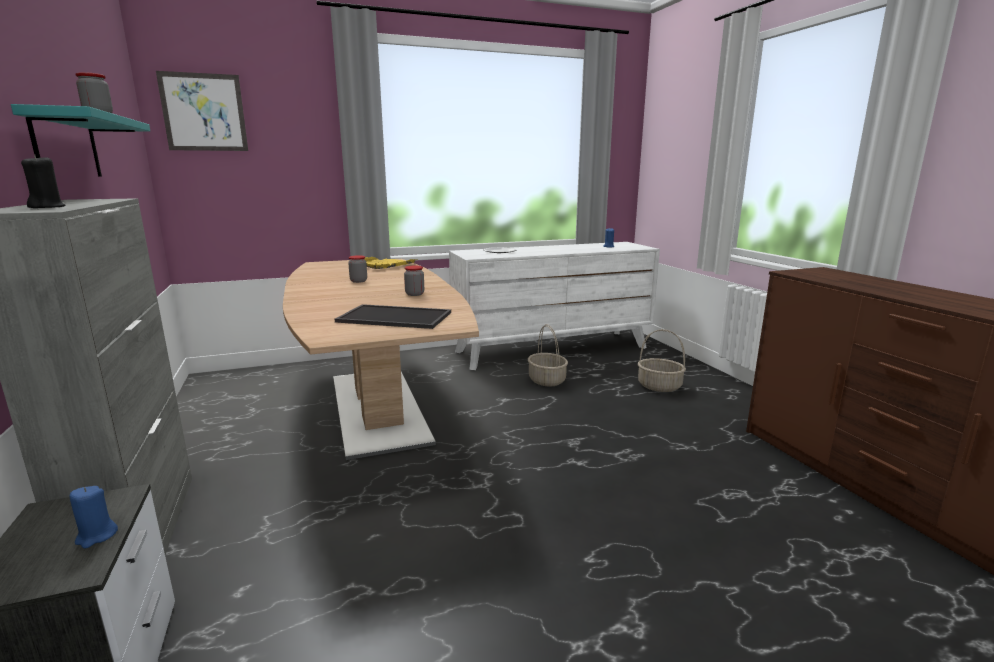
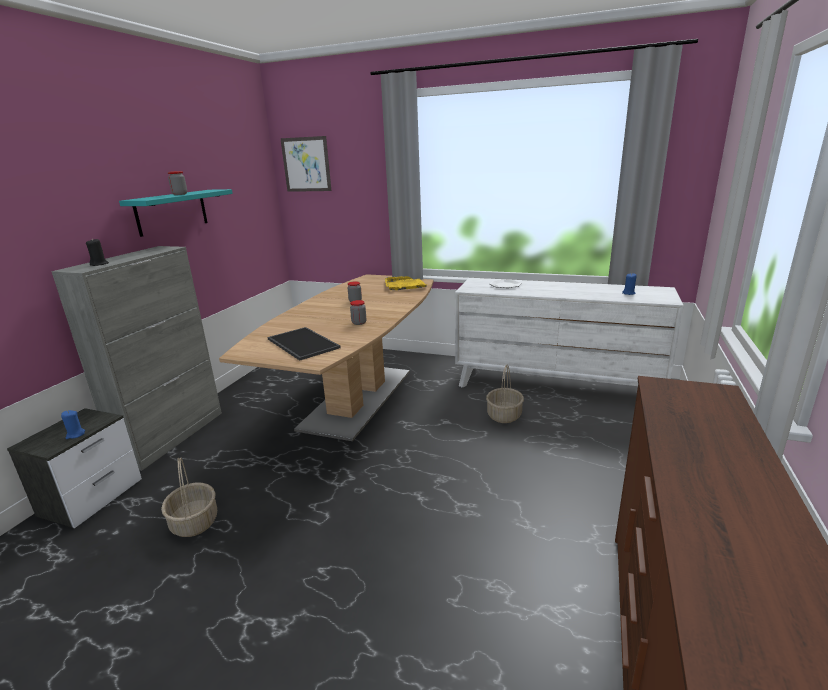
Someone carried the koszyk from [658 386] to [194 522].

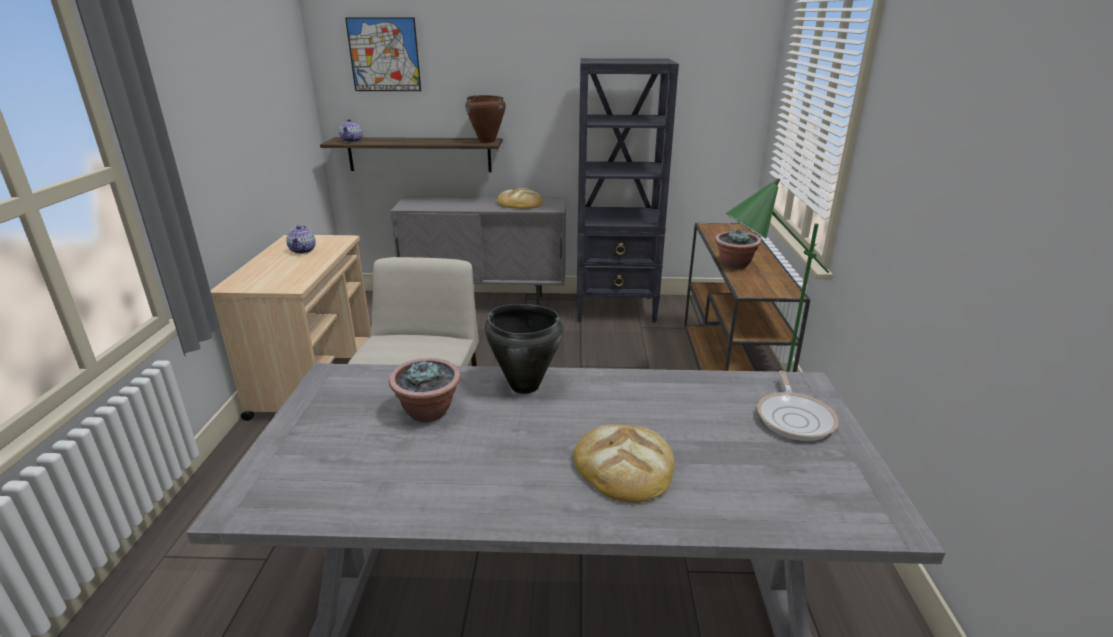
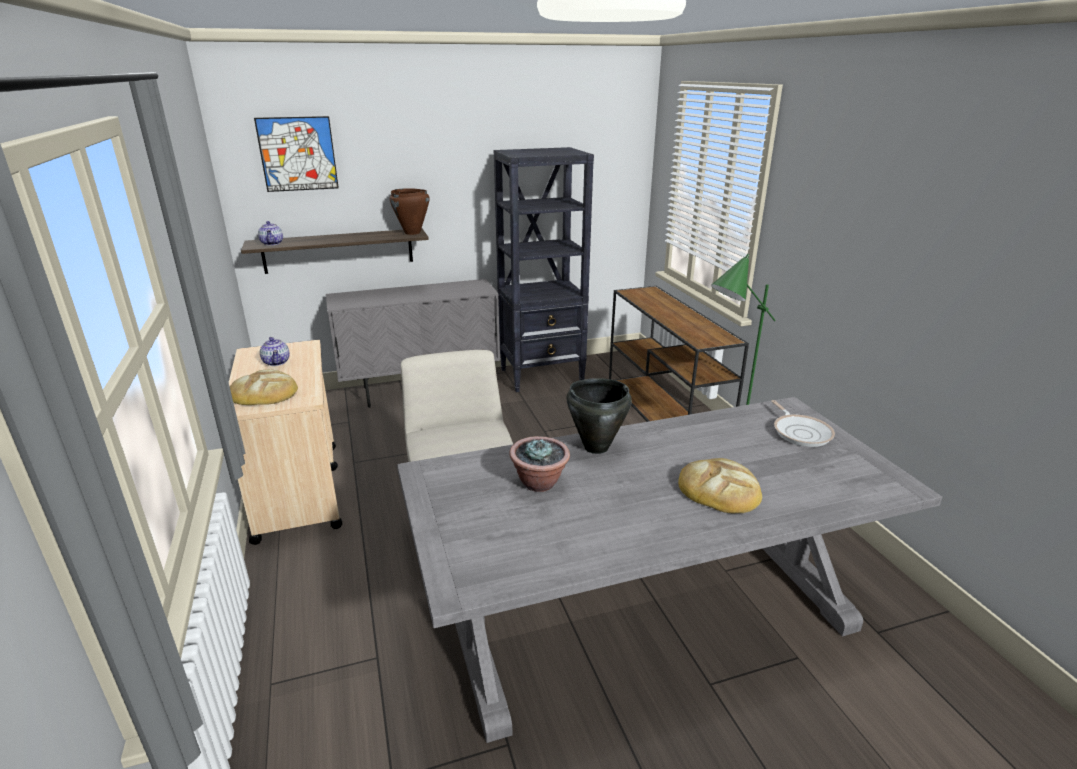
Someone took away the roślina doniczkowa at [734 265].
Someone carried the chleb from [520 203] to [264 392].

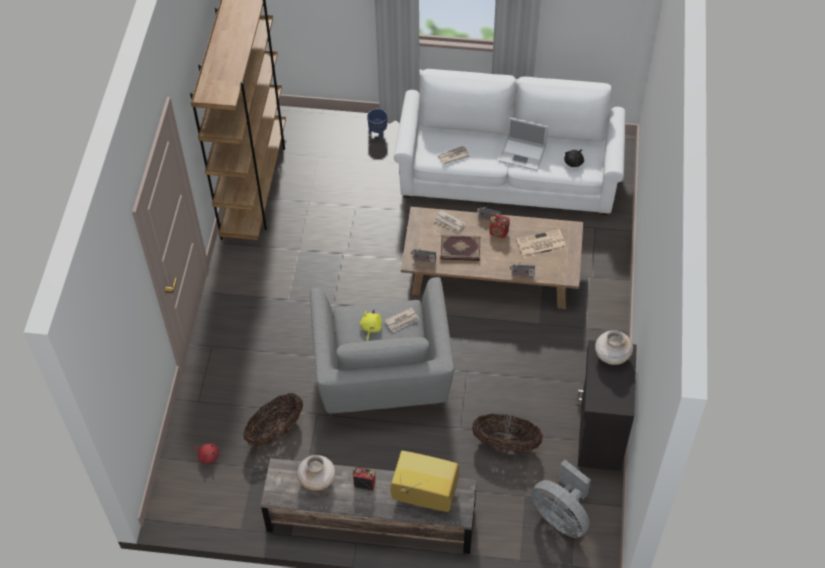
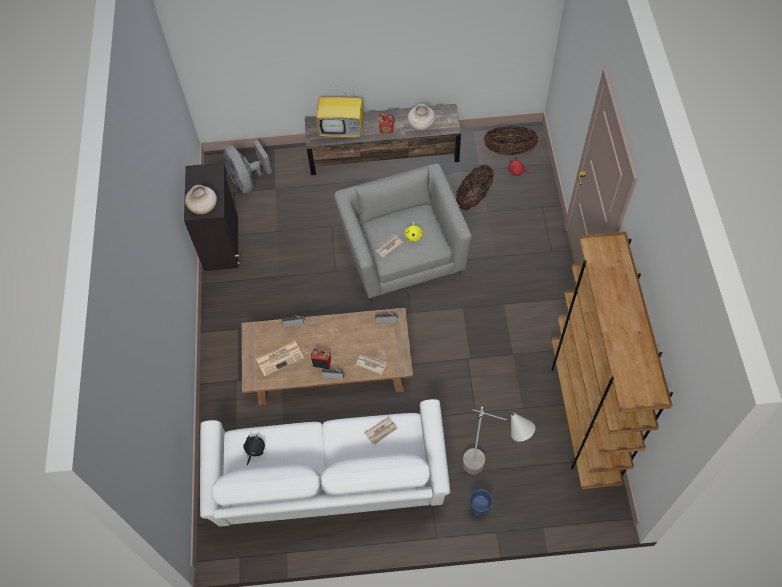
Someone took away the książka at [460 248].
Someone took away the laptop at [523 154].
Someone put down the lampa stojąca [szary] at [489 473].
Someone carried the koszyk from [506 443] to [509 150].
Someone rotated the wentylator [szary] at [561 516] by 150 degrees counterclockwise.

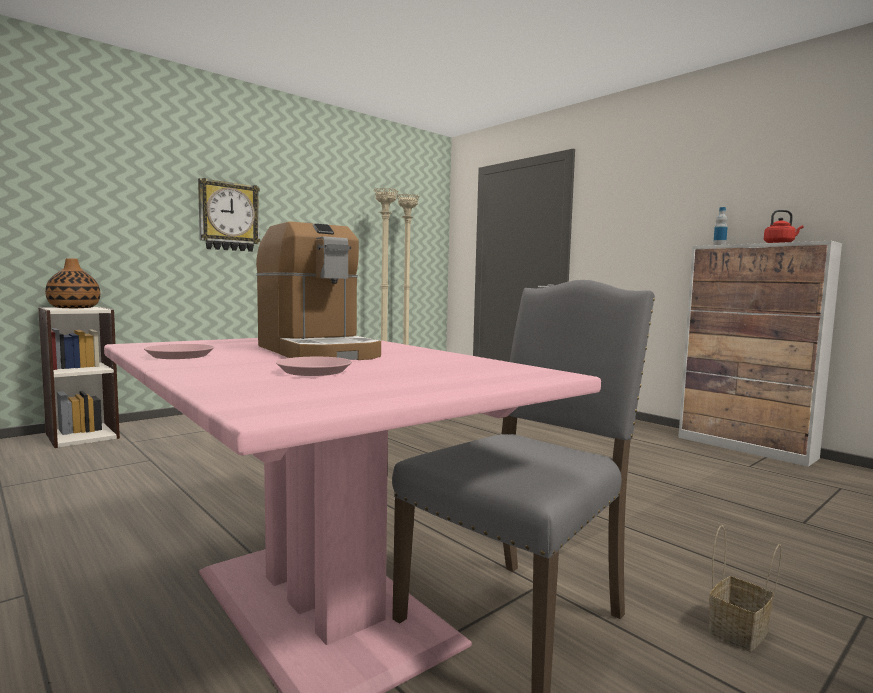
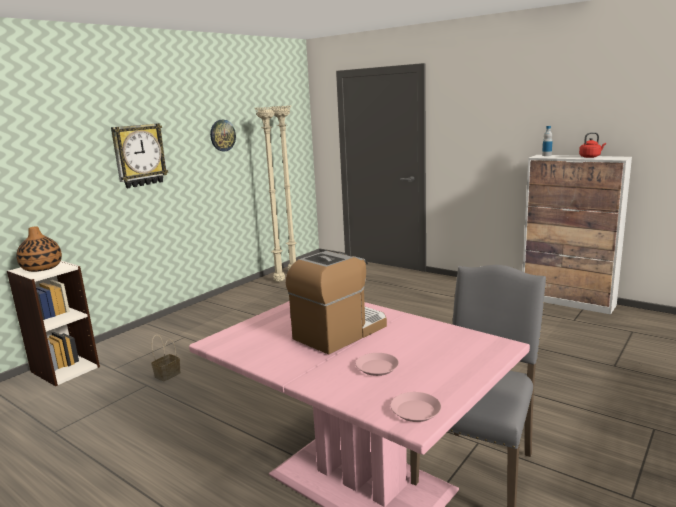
Someone put up the zegar ścienny at [222 135].
Someone carried the talerz [różowy] from [179 356] to [415 411].
Someone carried the koszyk from [739 633] to [167 375].
Someone rotated the ekspres do kawy at [317 351] by 90 degrees counterclockwise.

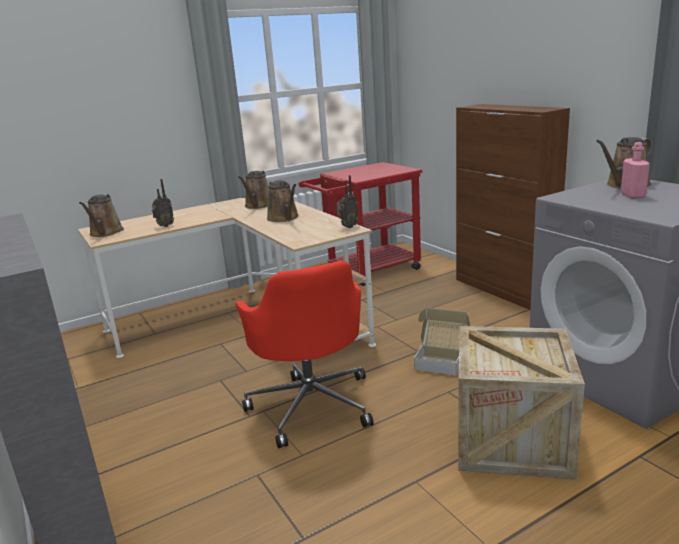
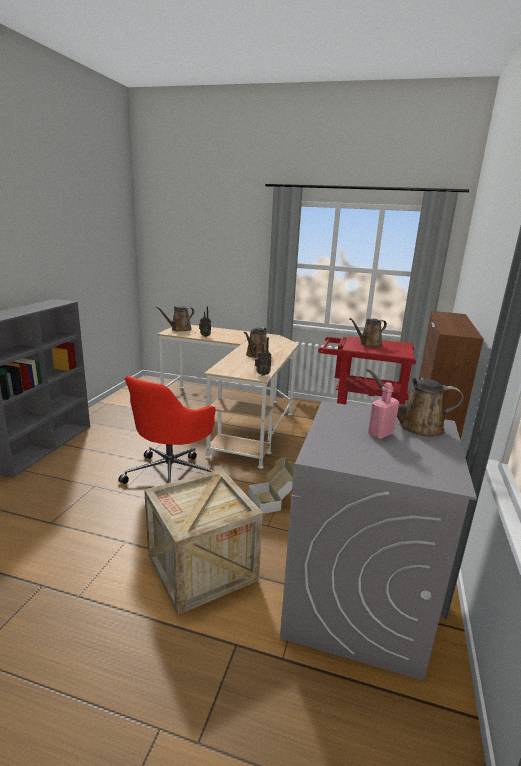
Someone carried the konewka [brązowy] from [258 206] to [368 344].

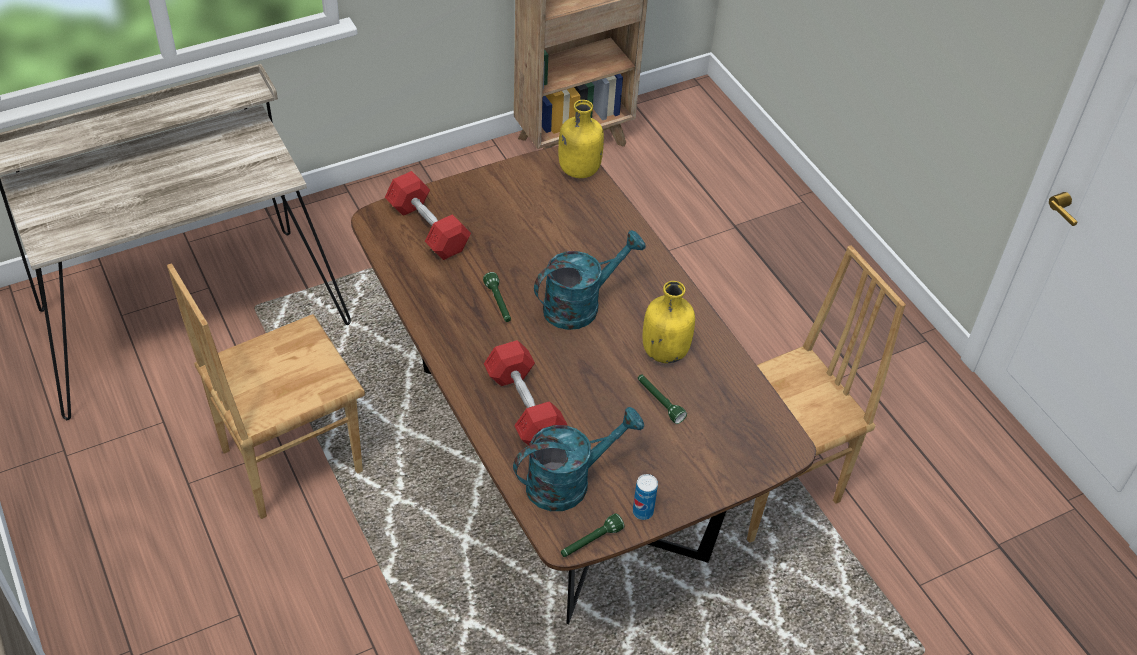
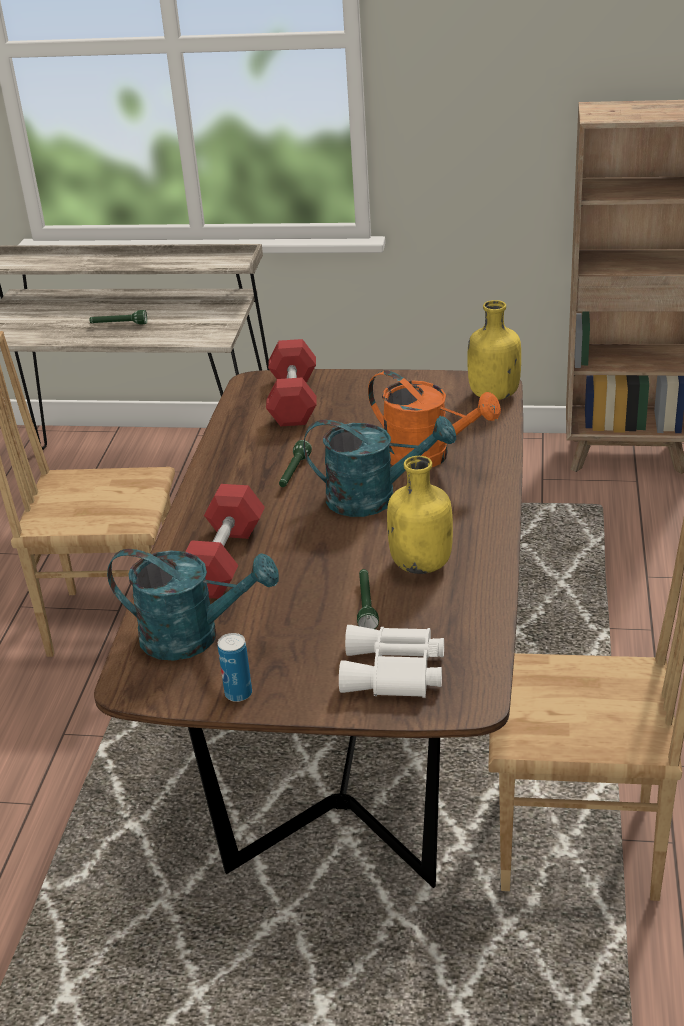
Someone put down the lornetka [biały] at [394 673].
Someone put down the konewka [pomarańczowy] at [428 456].
Someone carried the latarka [zielony] from [590 542] to [119 325].

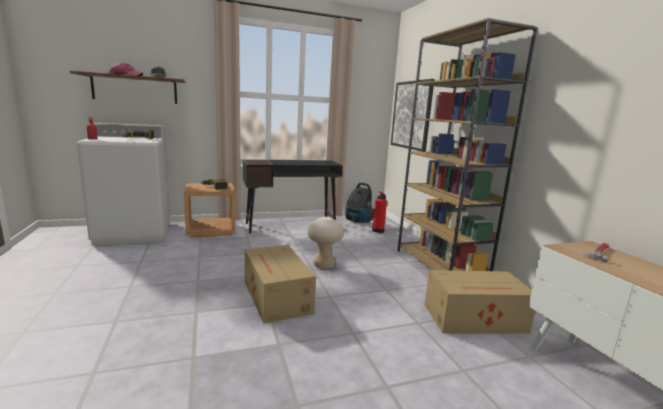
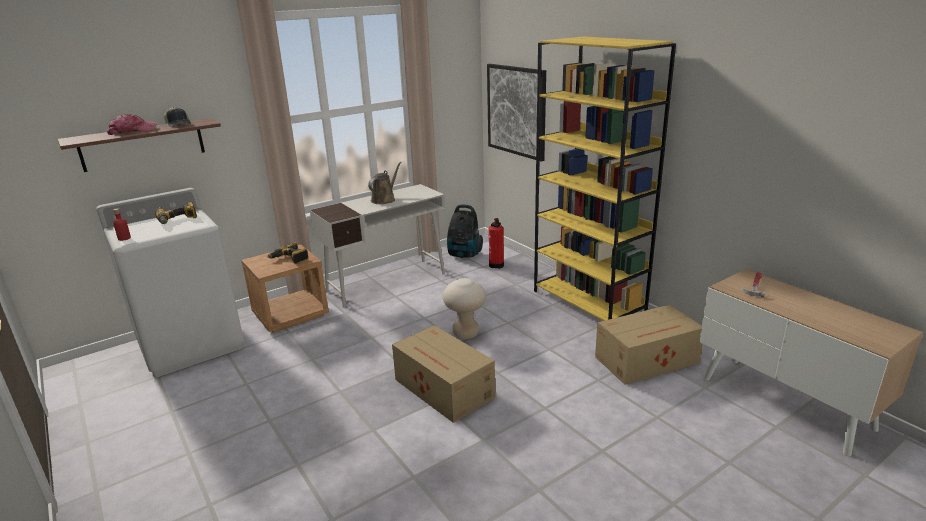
Someone put down the konewka [brązowy] at [384 199].
Someone repainted the biurko [czarny] at [291 226], which became the biurko [biały] at [387 282].
Someone repainted the regał [brązowy] at [440 266], which became the regał [żółty] at [589 302].

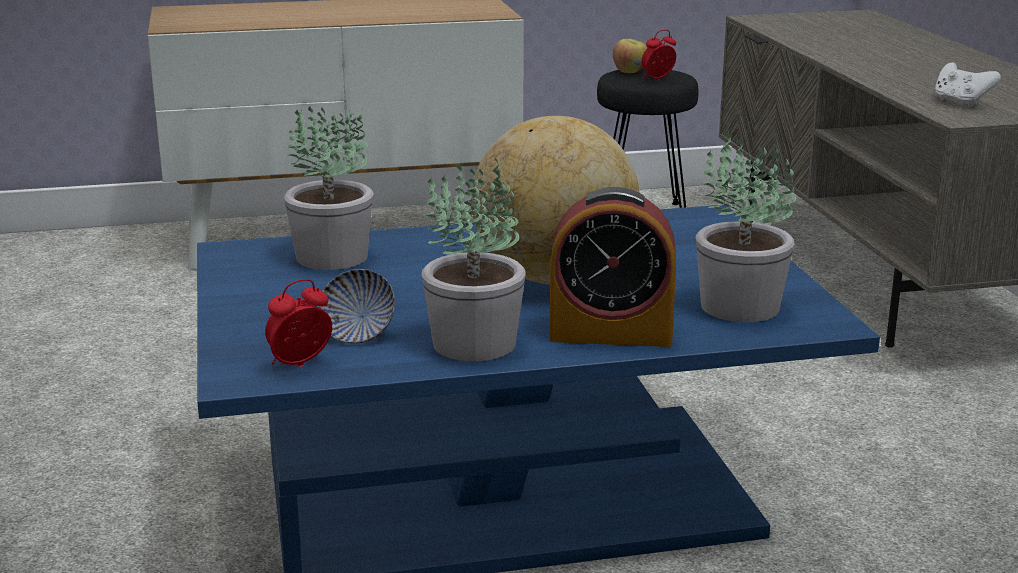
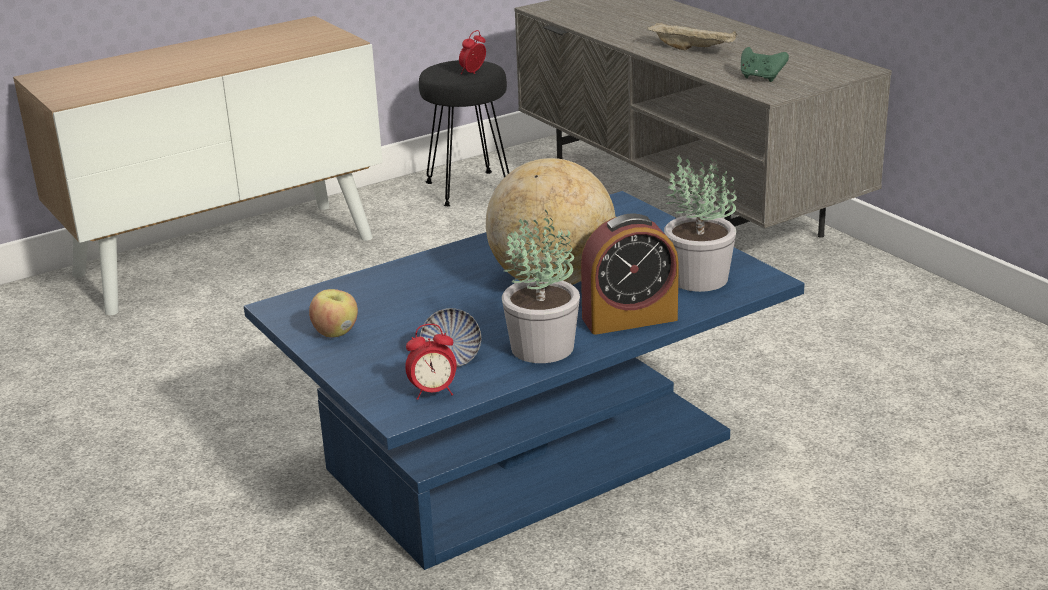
Someone took away the roślina doniczkowa at [332 257].
Someone put down the taca [beżowy] at [693 49].
Someone carried the jabłko from [630 72] to [336 332].
Someone repainted the pad do gier [biały] at [961 102], which became the pad do gier [zielony] at [761 78].
Someone rotated the budzik at [299 365] by 135 degrees counterclockwise.

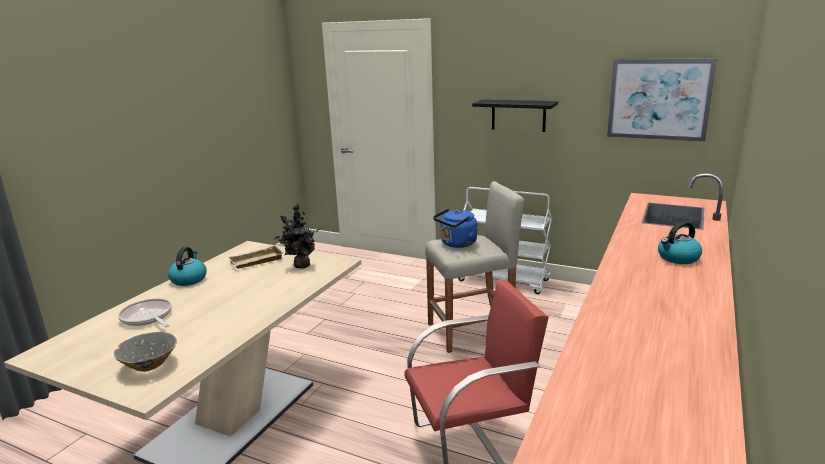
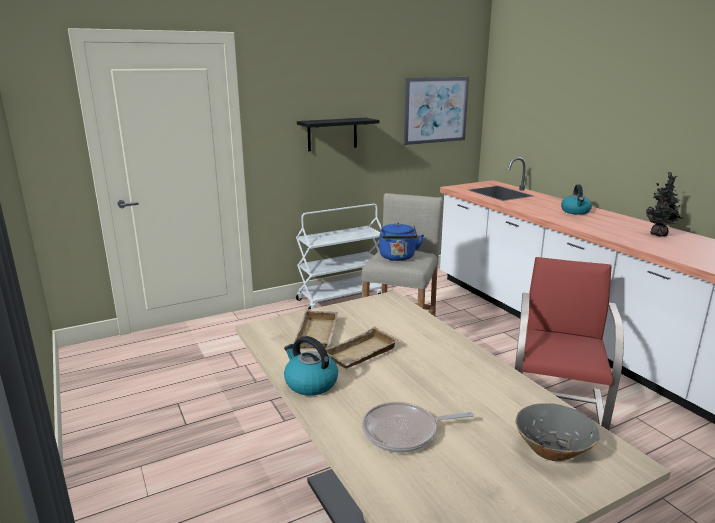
Someone put down the taca [beżowy] at [362 354].
Someone carried the roślina doniczkowa from [301 266] to [660 235].

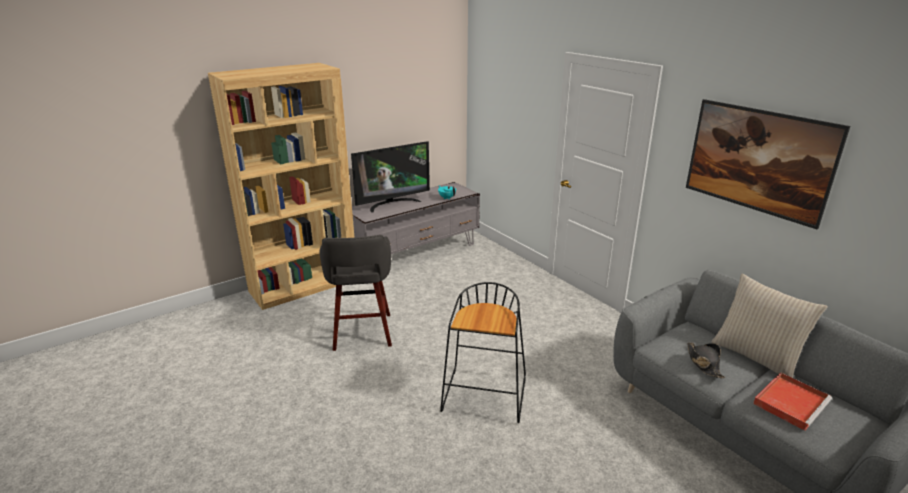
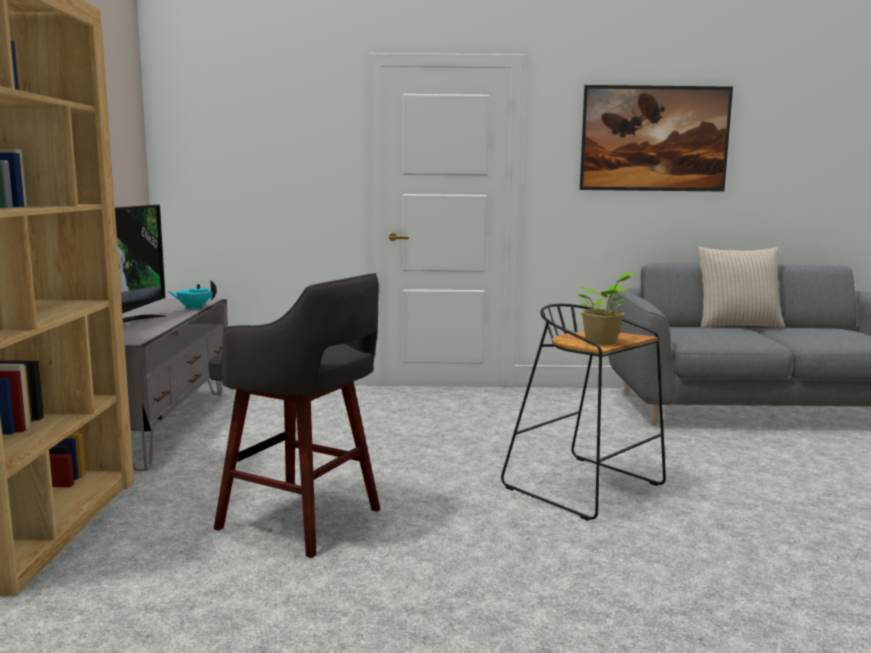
Someone took away the kapelusz [czarny] at [703 363].
Someone took away the taca [czerwony] at [791 402].
Someone put down the roślina doniczkowa at [602 342].

